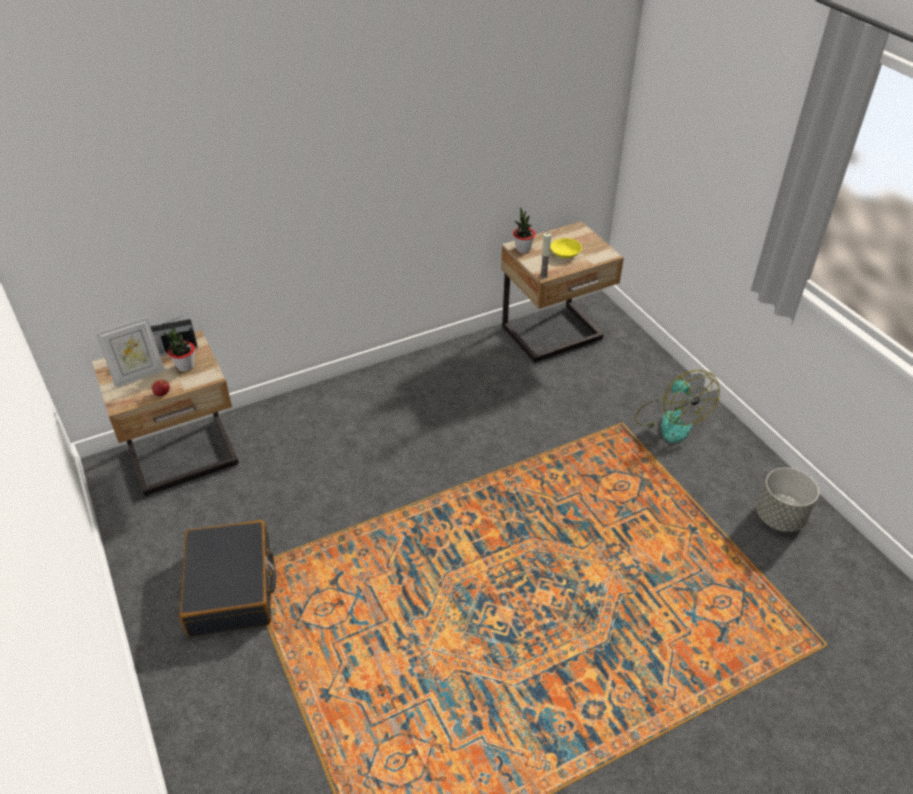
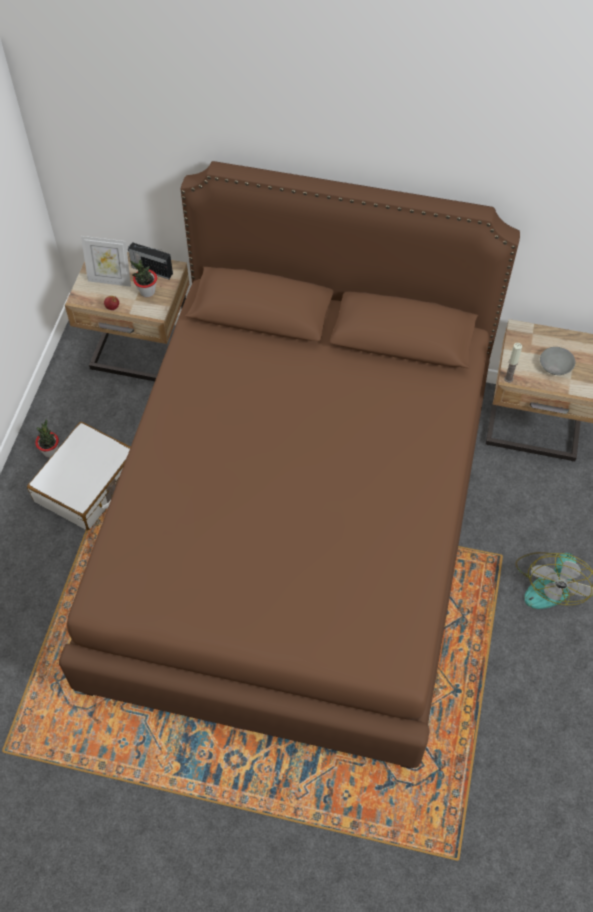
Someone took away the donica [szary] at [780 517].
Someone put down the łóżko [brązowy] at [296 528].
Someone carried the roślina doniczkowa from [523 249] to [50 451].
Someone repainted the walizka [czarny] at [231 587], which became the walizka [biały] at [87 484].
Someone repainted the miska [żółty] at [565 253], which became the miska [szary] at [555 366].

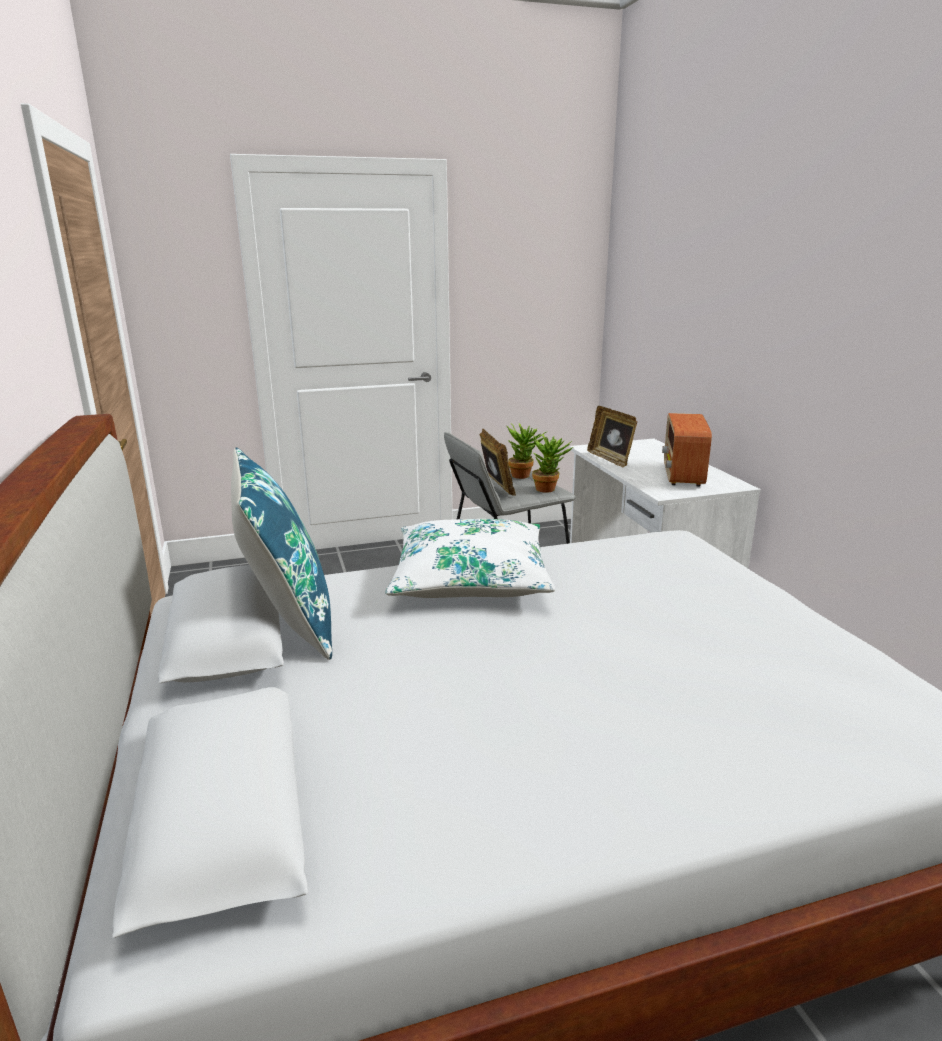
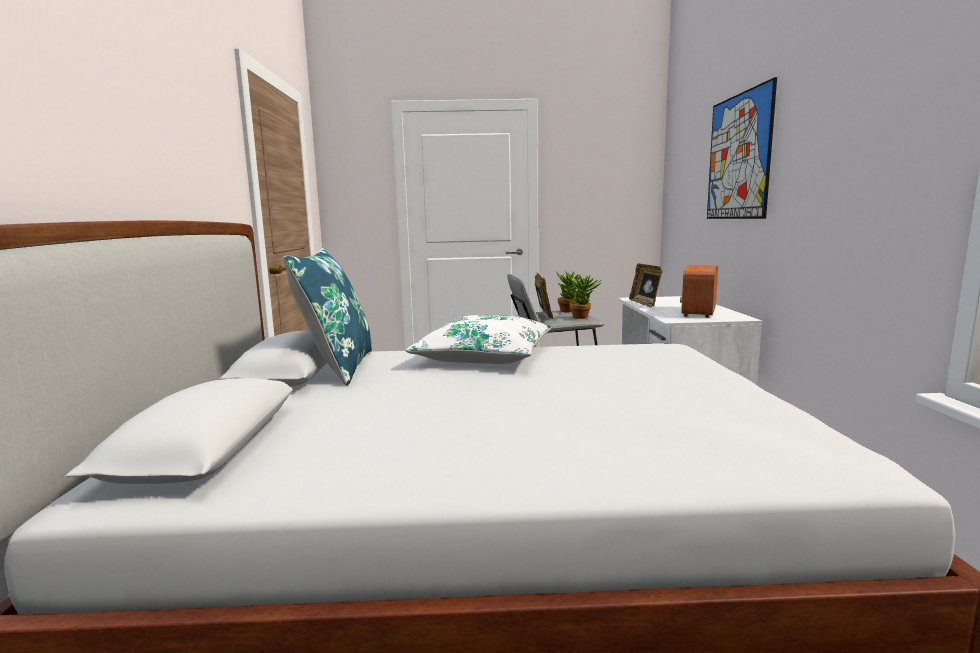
Someone put up the obraz at [738 157].

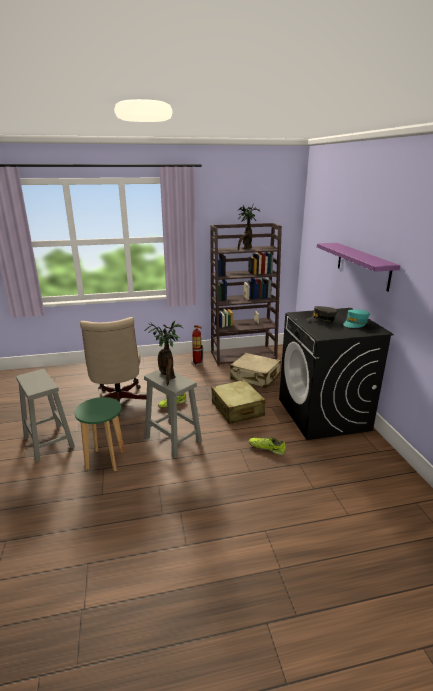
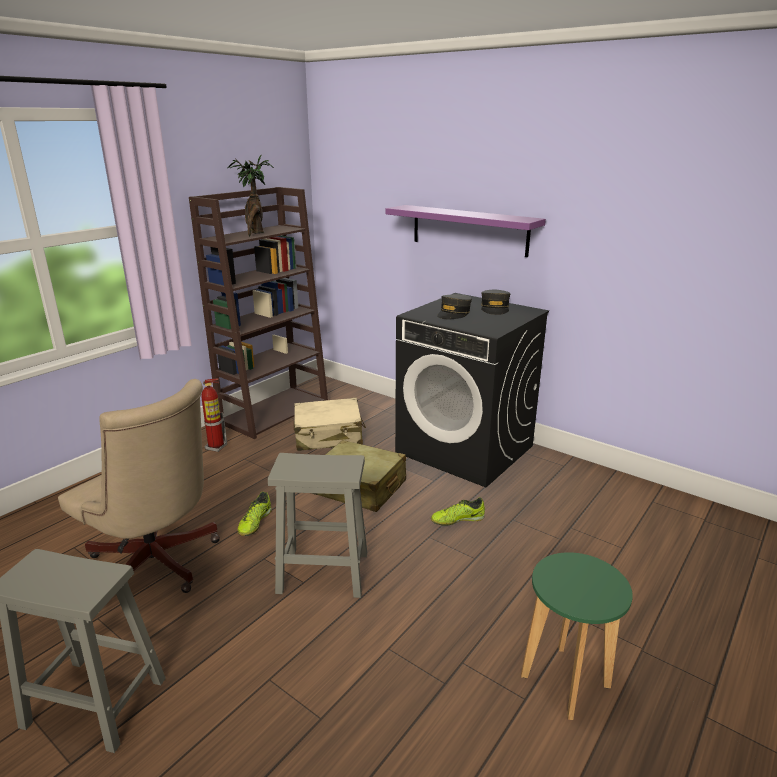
Someone took away the roślina doniczkowa at [168 377].
Someone carried the stołek [zielony] from [105 460] to [565 681].
Someone repainted the czapka z daszkiem [turkusowy] at [355 323], which became the czapka z daszkiem [szary] at [495 308].

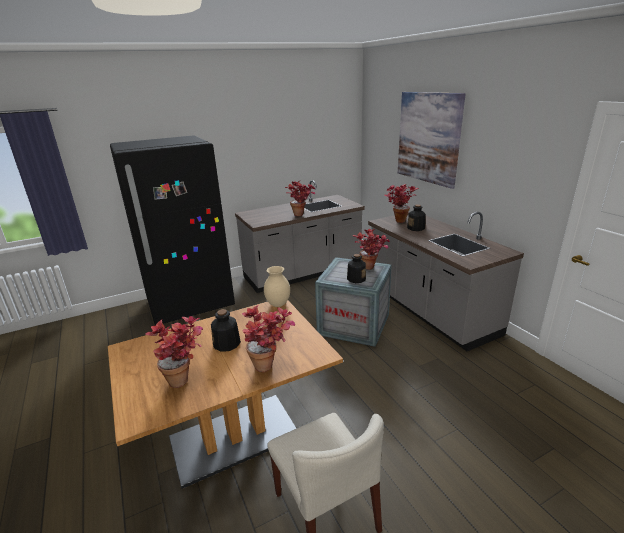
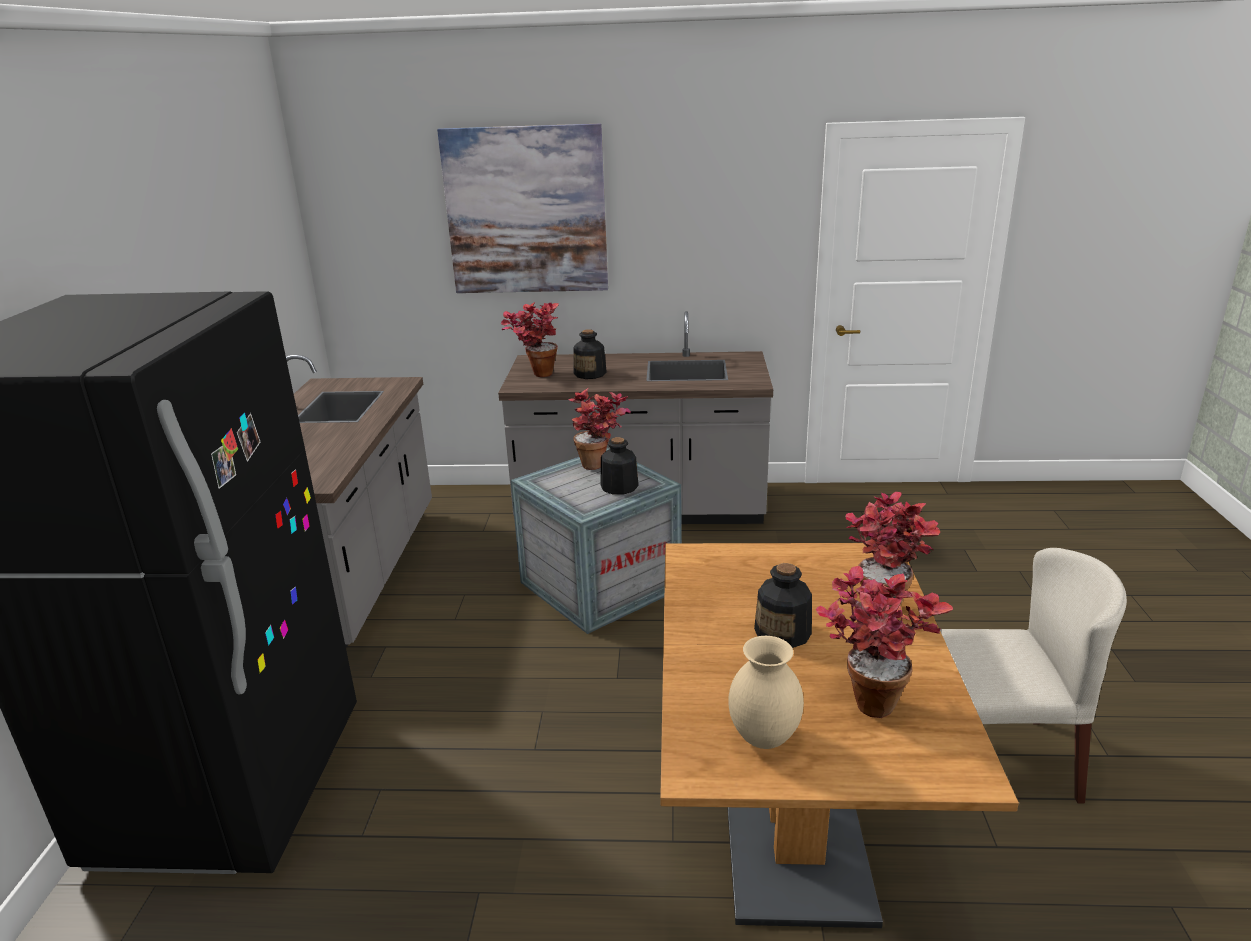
Someone took away the roślina doniczkowa at [301 215].
Someone carried the wazon [beżowy] from [278 304] to [765 738].

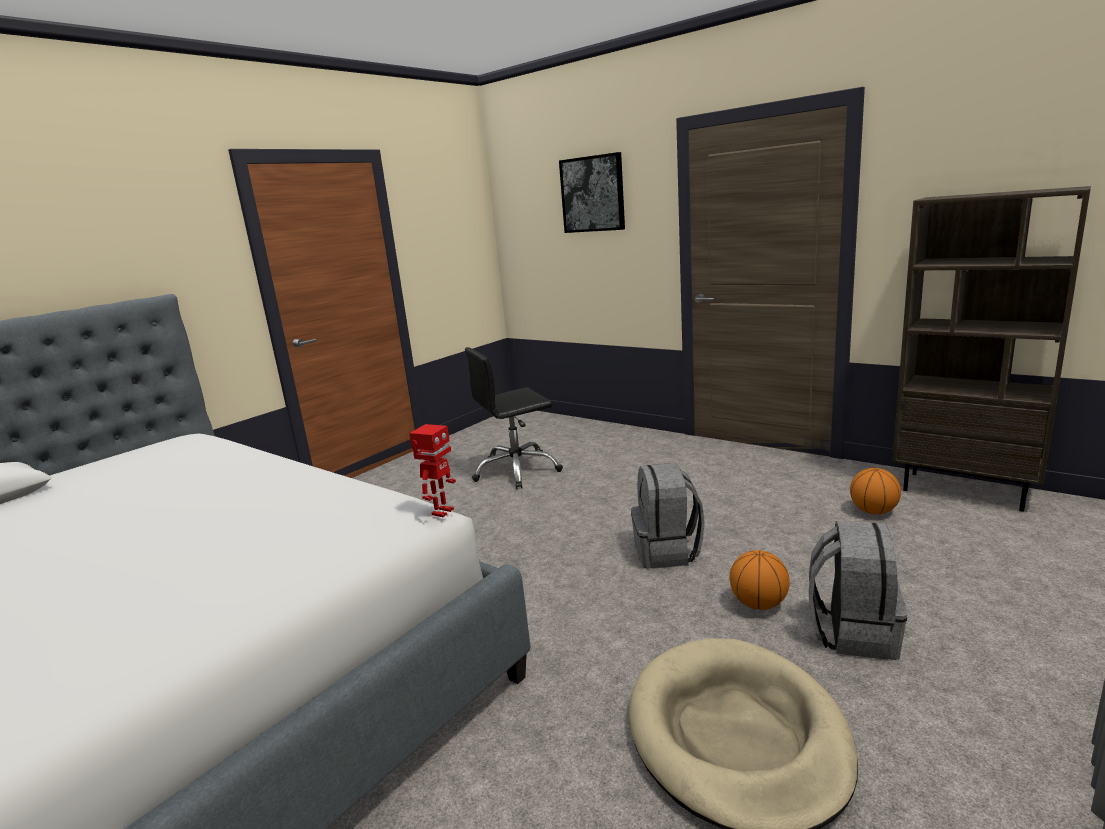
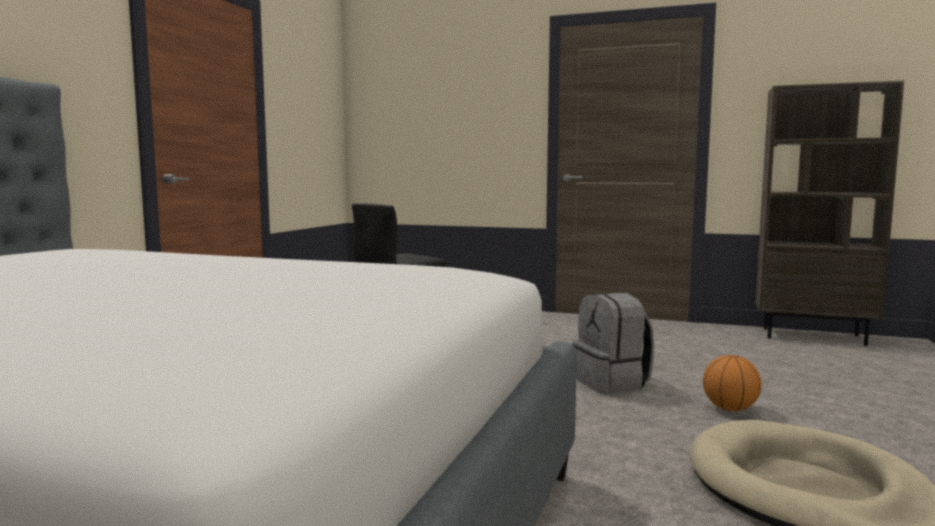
Someone took away the robot zabawkowy at [441 512].
Someone took away the obraz at [593 194].
Someone took away the plecak [szary] at [853 632].
Someone took away the piłka do koszykówki at [873 511].

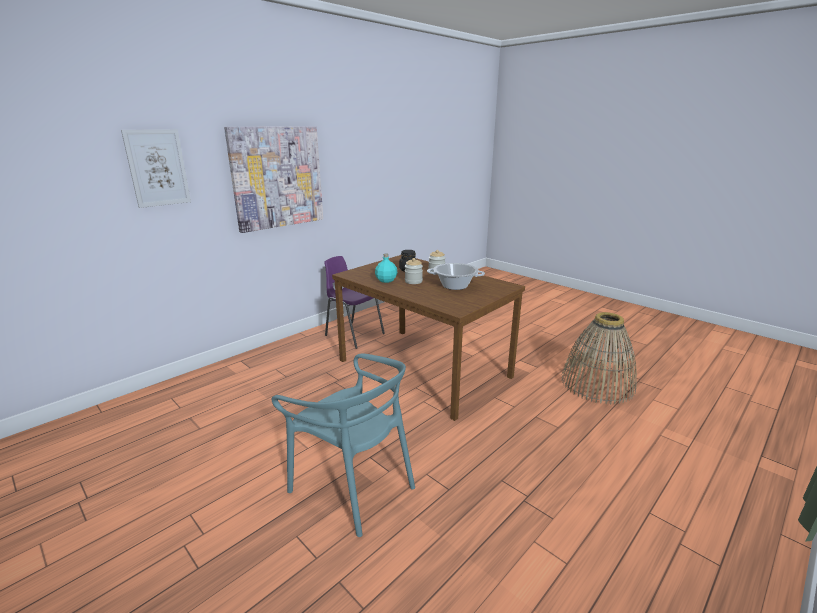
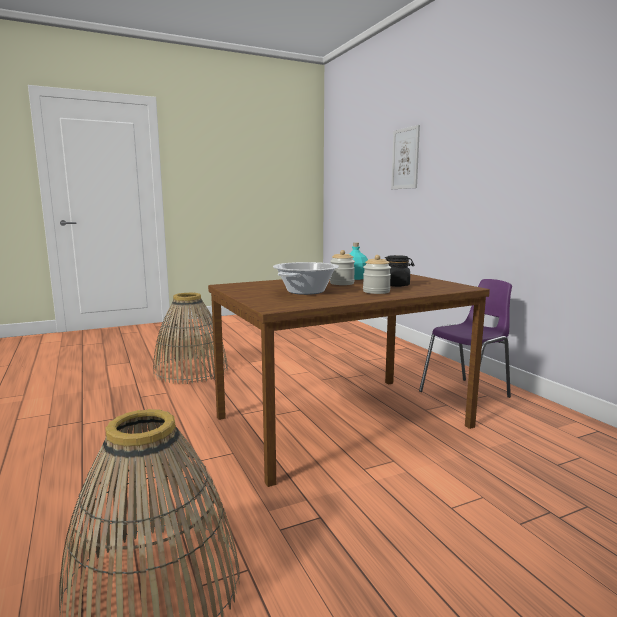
Someone took away the obraz at [277 177].
Someone swapped the krzesło [turkusowy] at [353 486] for the koszyk at [191 370].

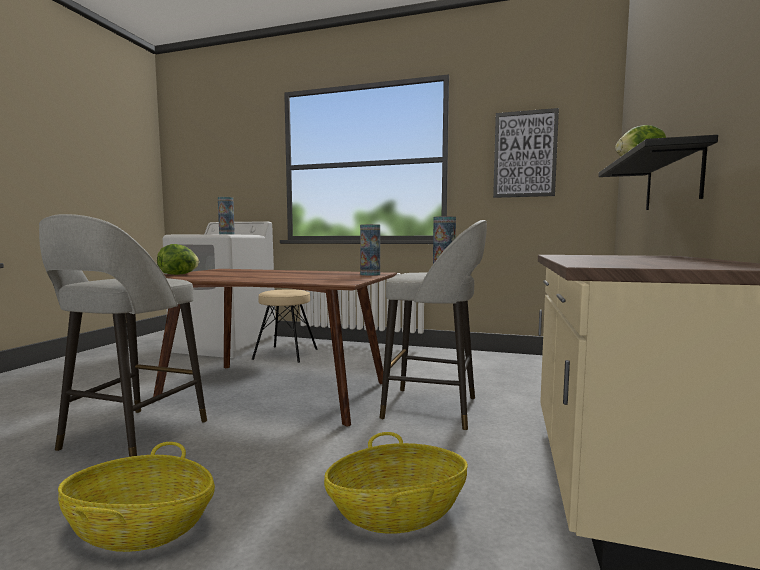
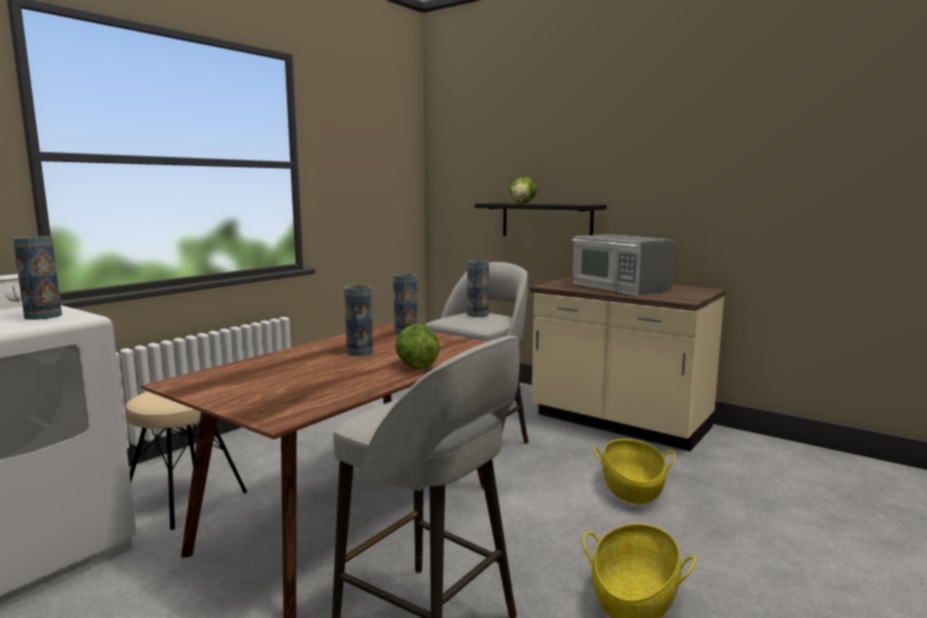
Someone took away the obraz at [524 154].
Someone put down the wazon at [360 352].
Someone put down the mikrofalówka at [619 287].
Someone carried the sałata from [179 274] to [416 367].

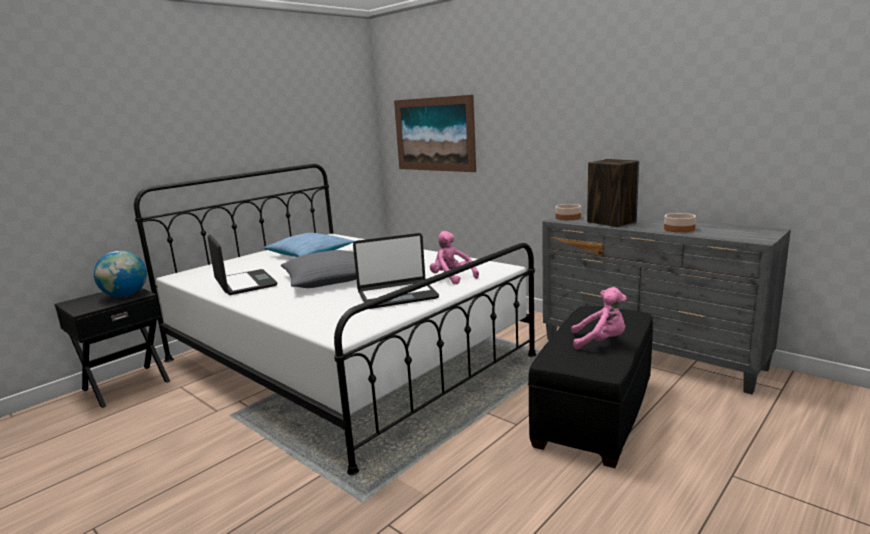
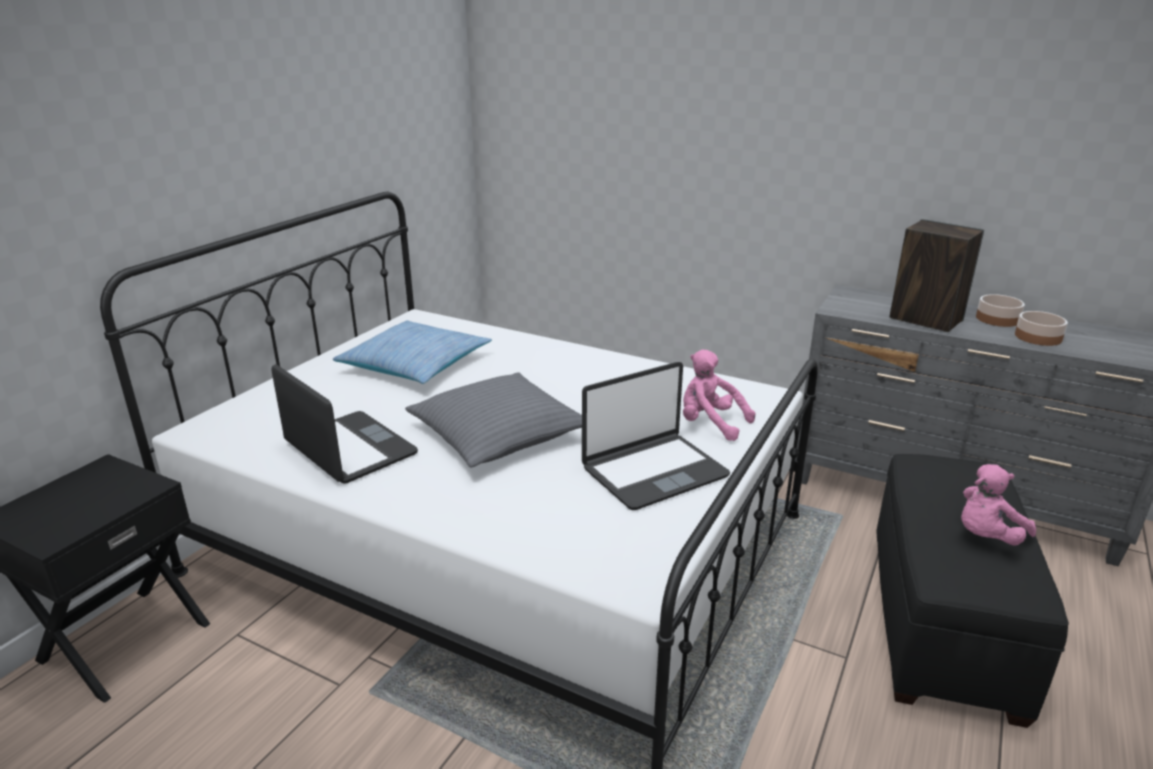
Someone took away the globus at [125 295].
Someone took away the obraz at [434 134].
Someone carried the miska from [567 218] to [997 319].
Someone rotated the pluszak [różowy] at [600 342] by 150 degrees clockwise.

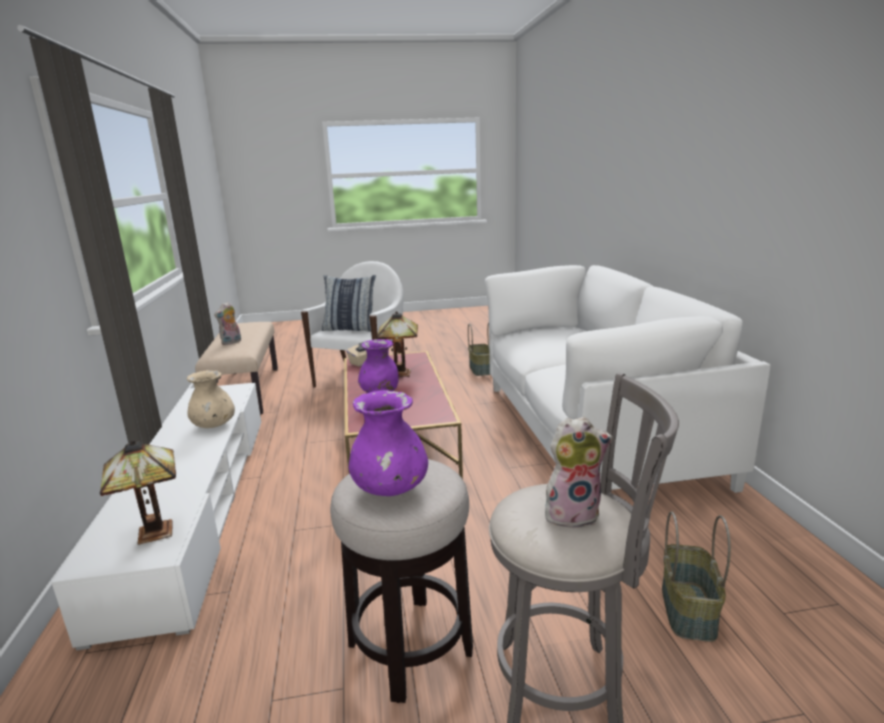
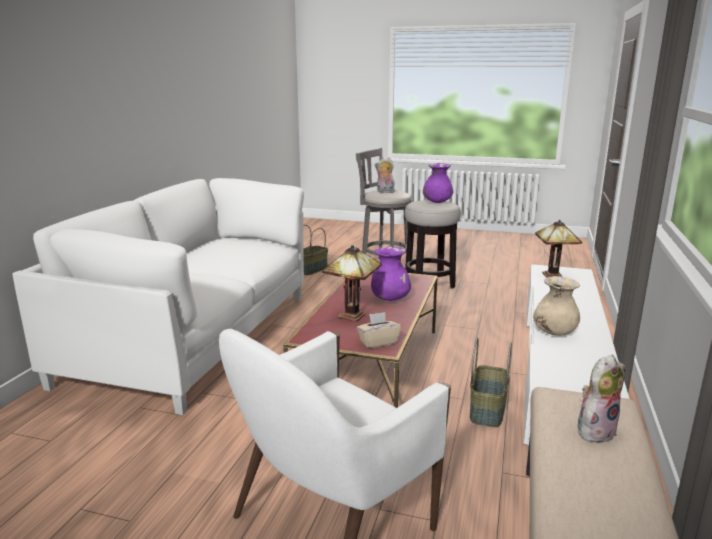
Someone took away the poduszka at [350 329].
Someone carried the koszyk from [481 369] to [486 410].

